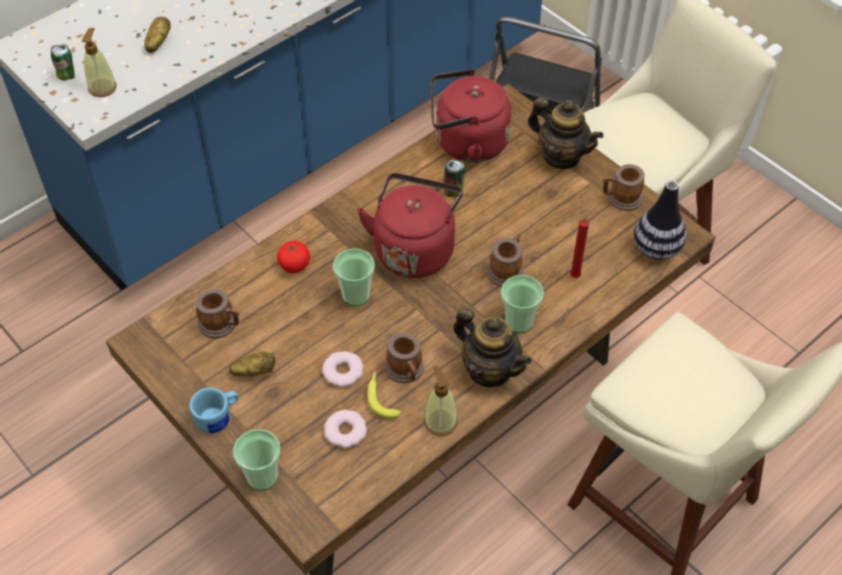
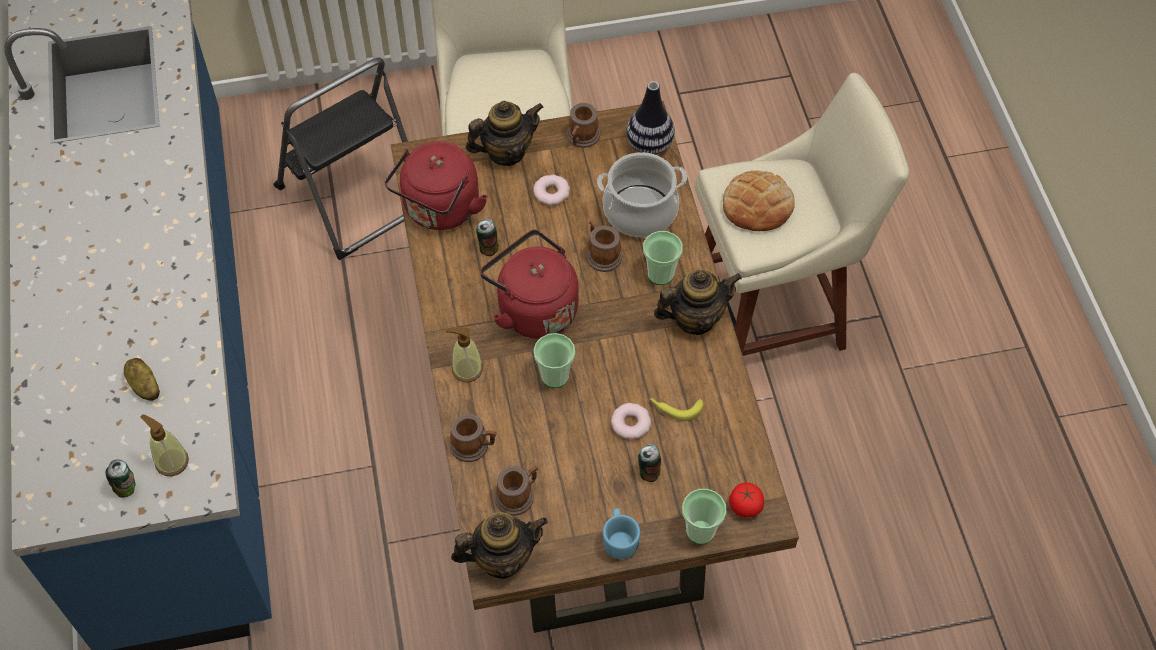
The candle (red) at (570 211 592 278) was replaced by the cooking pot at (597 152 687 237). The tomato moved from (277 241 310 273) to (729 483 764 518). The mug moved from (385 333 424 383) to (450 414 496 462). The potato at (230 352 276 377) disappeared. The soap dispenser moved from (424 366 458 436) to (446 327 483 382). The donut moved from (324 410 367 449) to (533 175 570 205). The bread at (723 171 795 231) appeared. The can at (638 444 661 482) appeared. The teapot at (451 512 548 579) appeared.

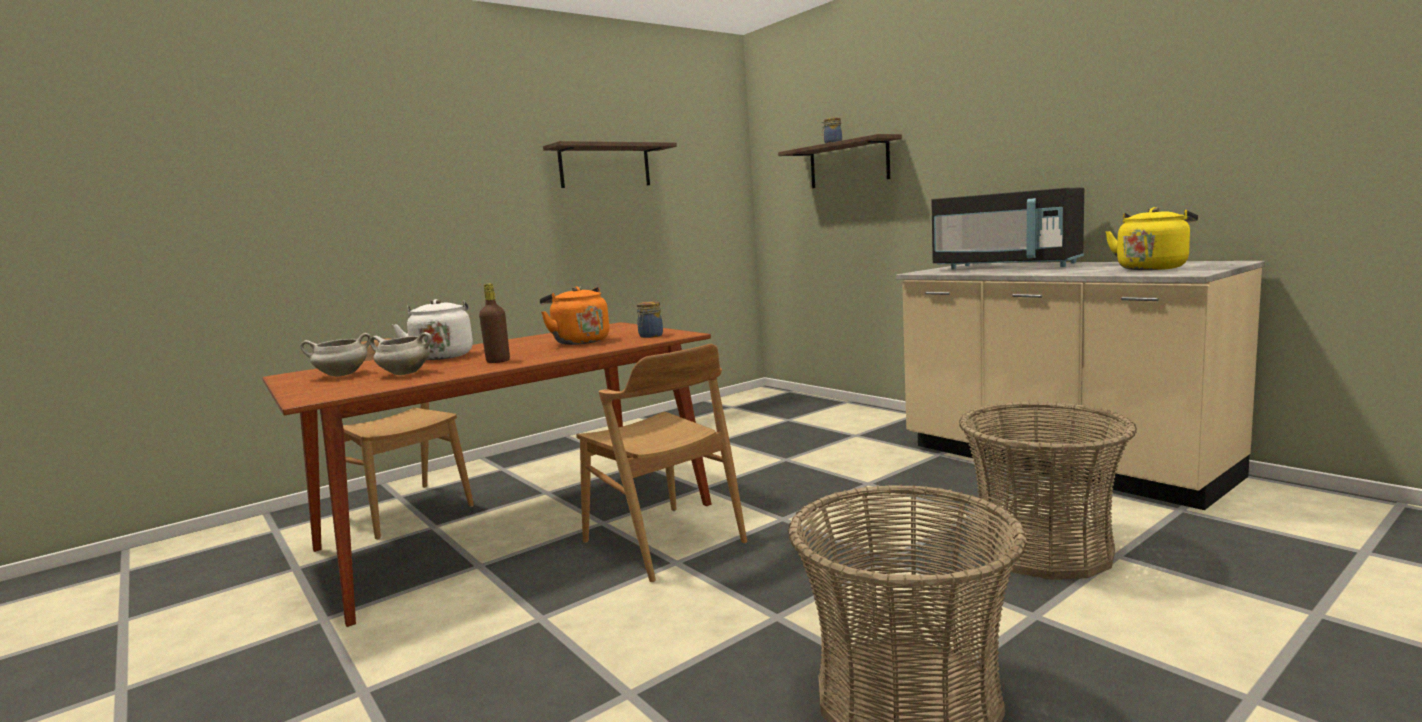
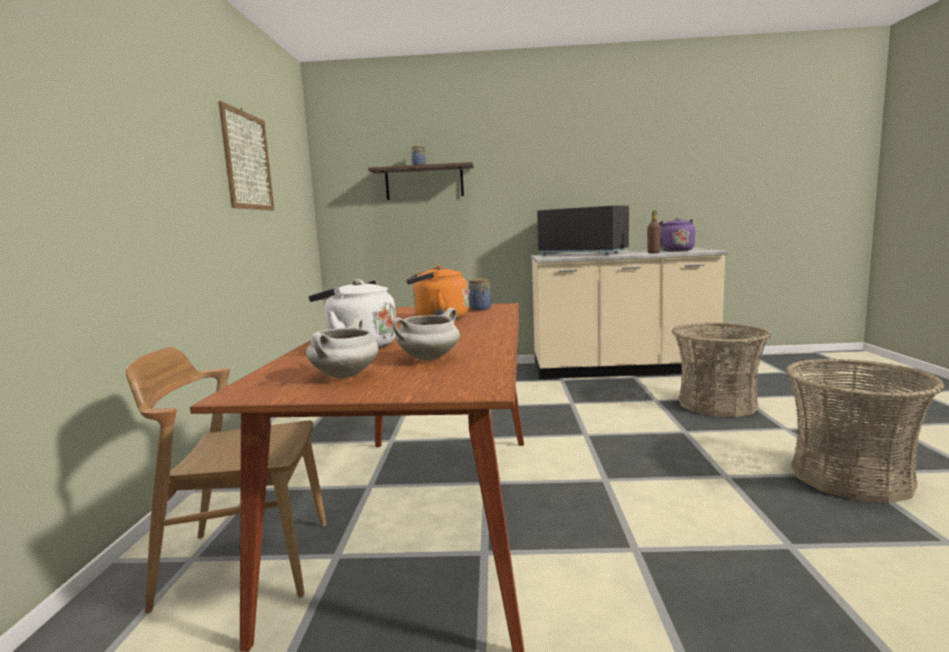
The shelf at (543 141 677 188) was replaced by the picture at (218 101 275 211). The microwave (black) at (931 187 1084 269) turned 135 degrees counterclockwise. The kettle (yellow) at (1105 207 1198 270) became the kettle (purple) at (659 218 695 251). The bottle (brown) moved from (479 283 510 363) to (648 210 661 253). The chair (brown) at (576 344 747 582) disappeared.

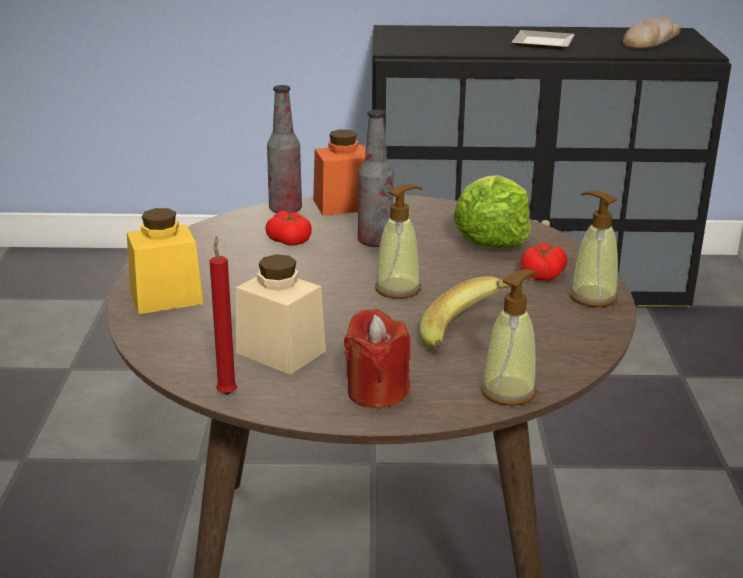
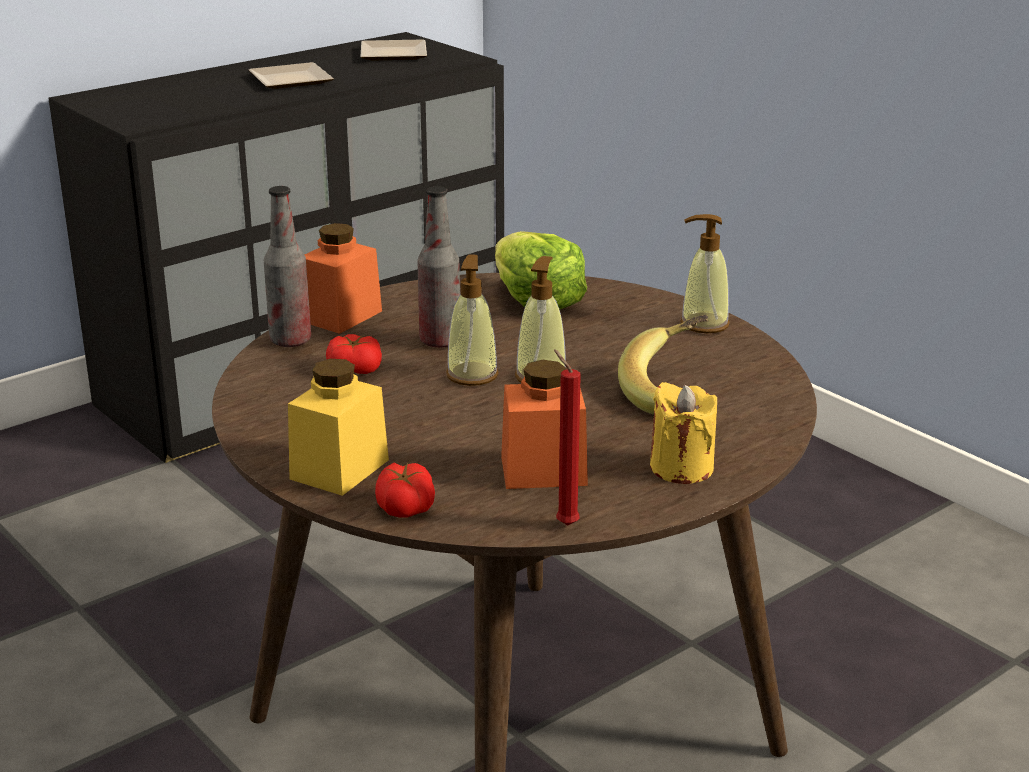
The bread at (623 16 680 49) was replaced by the plate at (361 39 427 61). The tomato moved from (521 242 567 281) to (375 463 435 518). The jar (beige) at (236 254 326 375) became the jar (orange) at (501 360 588 489). The soap dispenser moved from (481 269 539 406) to (446 254 499 386). The candle (red) at (344 309 411 408) became the candle (yellow) at (650 382 717 484).

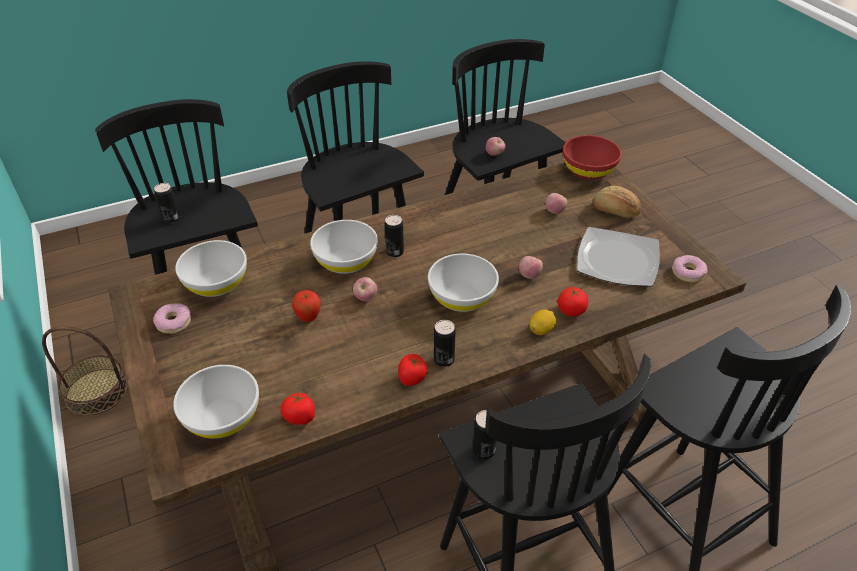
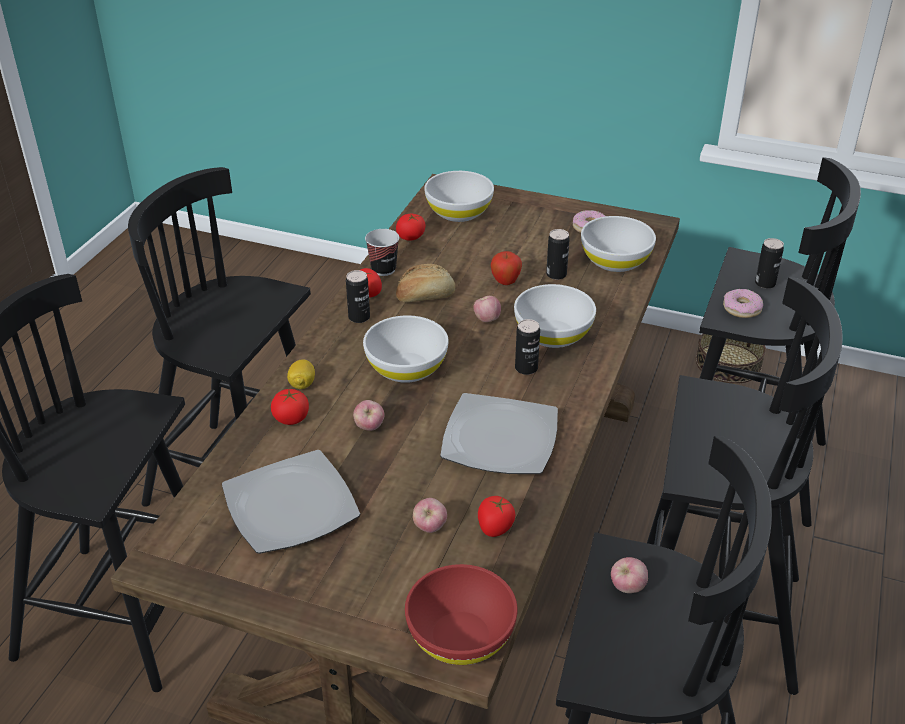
The bread moved from (593 186 641 217) to (396 264 455 302). The donut moved from (672 255 707 283) to (723 289 763 318). The can moved from (473 410 497 460) to (546 229 570 280). The cup at (365 229 399 276) appeared. The plate at (440 393 558 474) appeared. The tomato at (478 496 516 537) appeared.

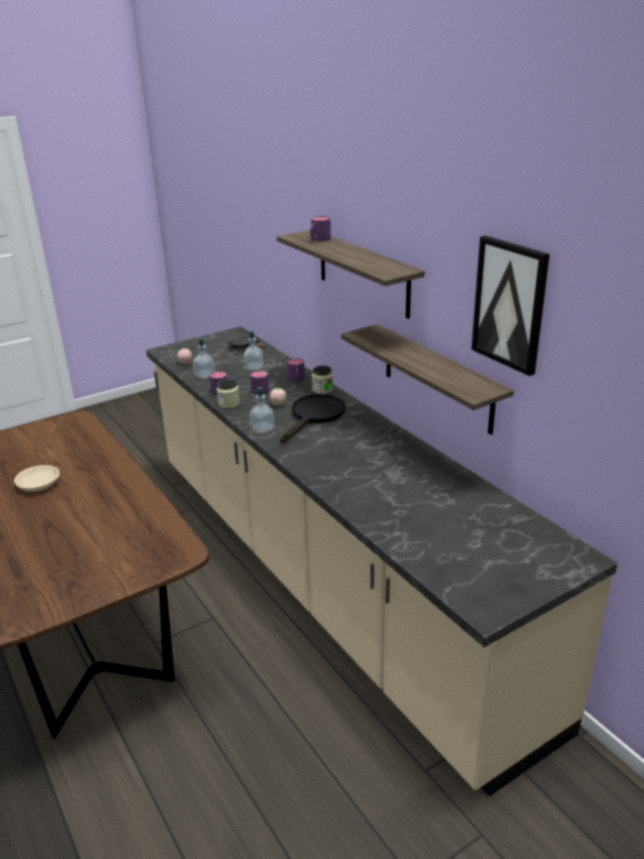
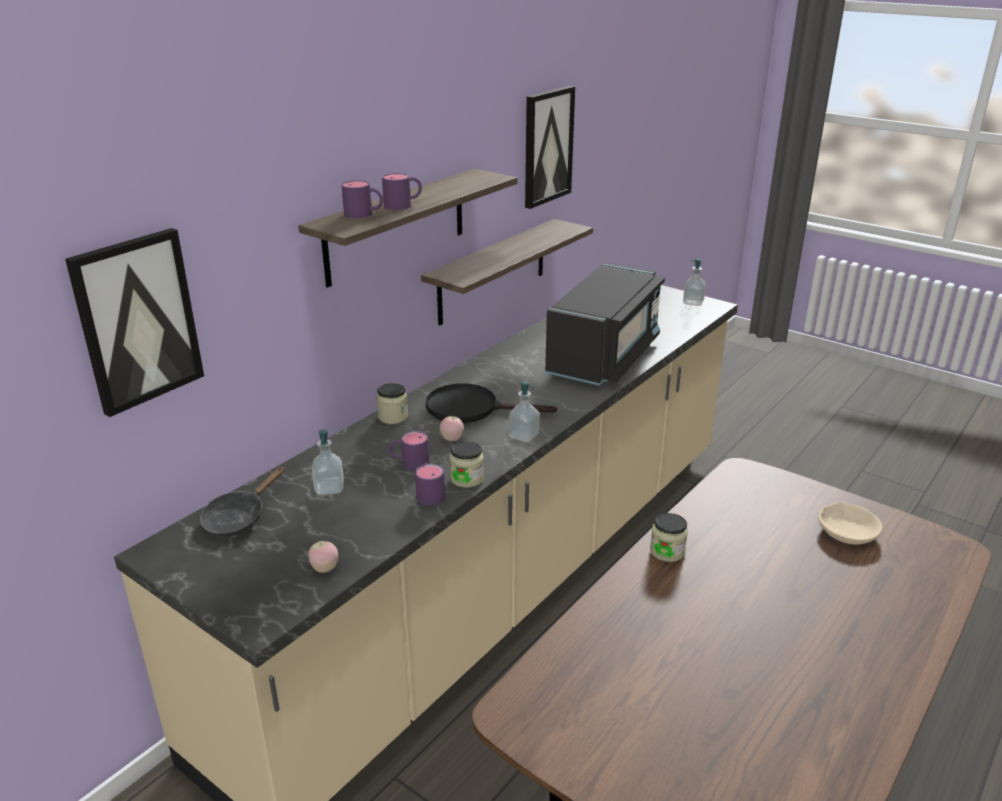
The soap dispenser moved from (193 338 215 379) to (683 259 706 306). The mug (purple) moved from (287 358 305 382) to (382 173 422 210). The bowl (beige) moved from (14 465 60 492) to (818 502 882 544). The picture at (65 228 204 417) appeared. The microwave (black) at (545 263 665 386) appeared. The jar at (650 513 688 562) appeared.

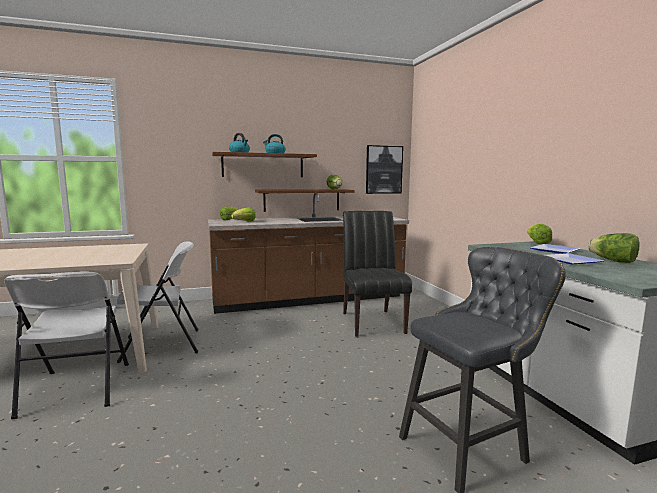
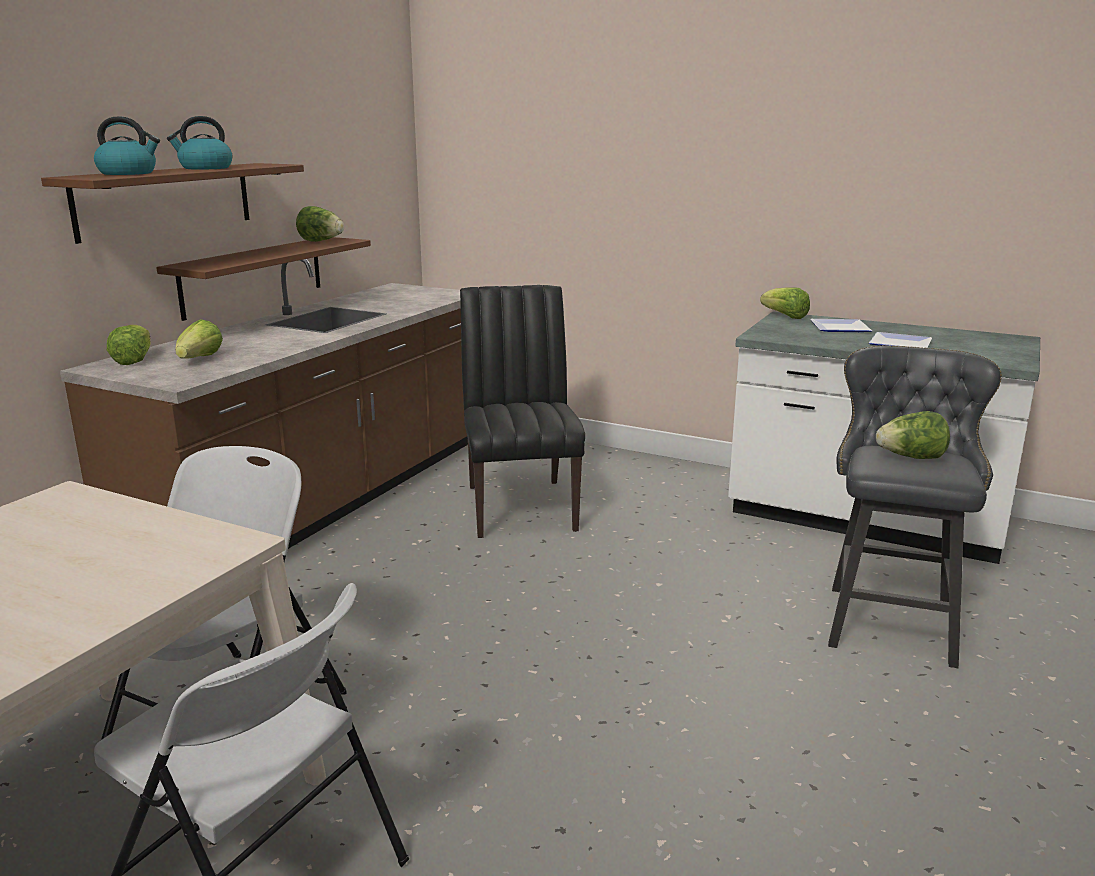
The picture at (366 145 403 194) disappeared. The chair (black) at (343 211 412 337) turned 45 degrees clockwise. The lettuce moved from (588 233 640 263) to (876 411 950 459).

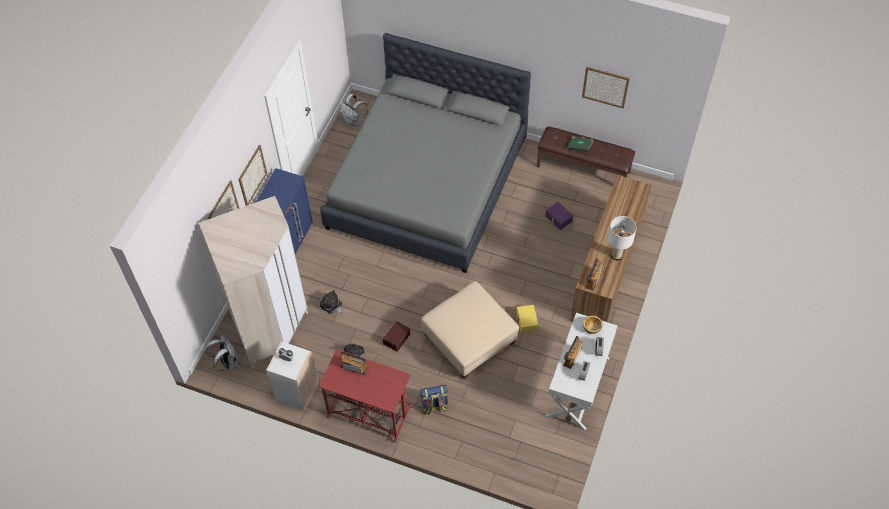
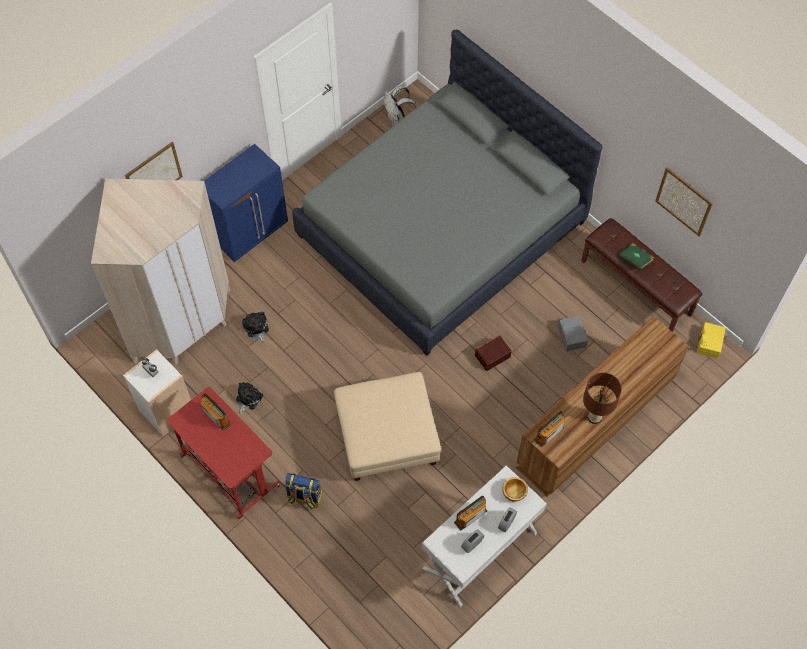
The picture at (238 145 267 206) disappeared. The storage box (purple) at (545 202 573 230) became the storage box (grey) at (558 316 588 351). The table lamp (white) at (608 216 637 260) became the table lamp (brown) at (583 372 622 424). The storage box (yellow) moved from (516 305 538 333) to (697 322 726 358). The storage box (brown) moved from (382 321 410 352) to (475 335 512 371). The backpack (white) at (206 335 238 371) disappeared.

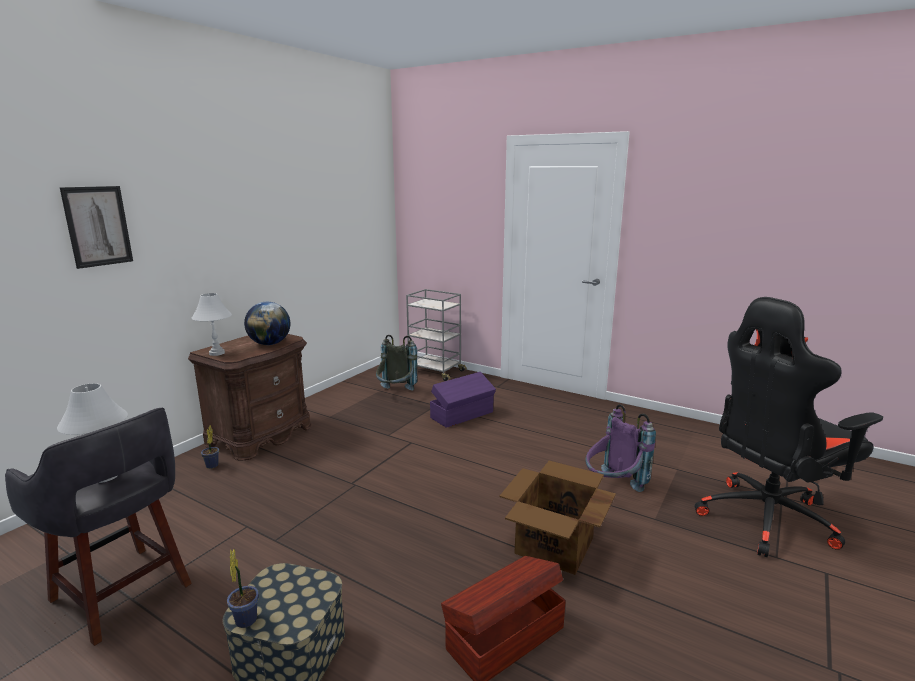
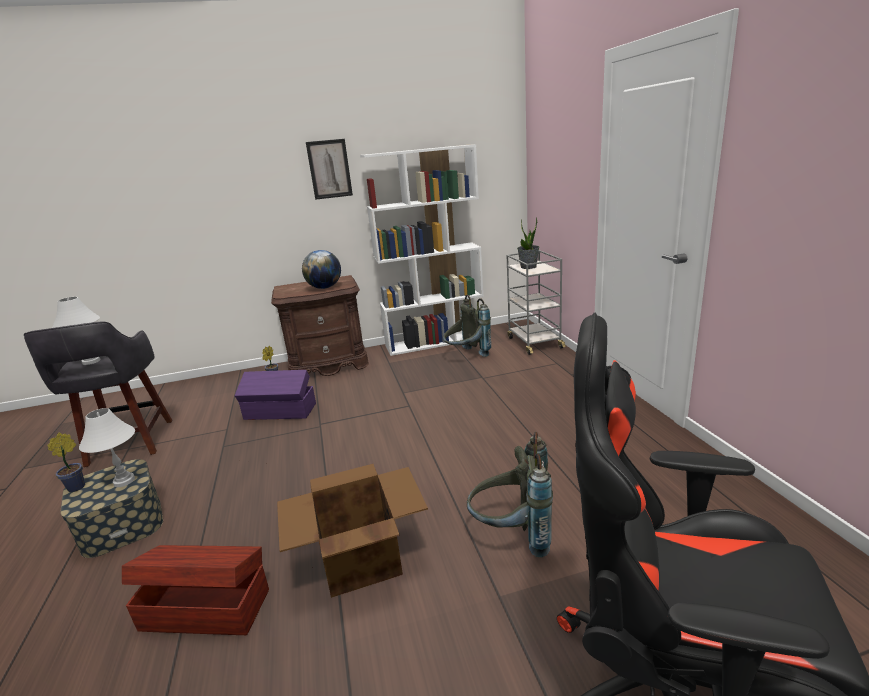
The picture moved from (60 186 133 269) to (306 139 353 200). The table lamp (white) moved from (192 293 232 356) to (79 408 135 487). The storage box (purple) moved from (430 372 496 428) to (235 370 316 420). The backpack (purple) at (585 404 656 492) became the backpack (grey) at (467 432 553 557). The bookcase (white) at (360 144 484 356) appeared. The potted plant at (517 217 540 269) appeared.

